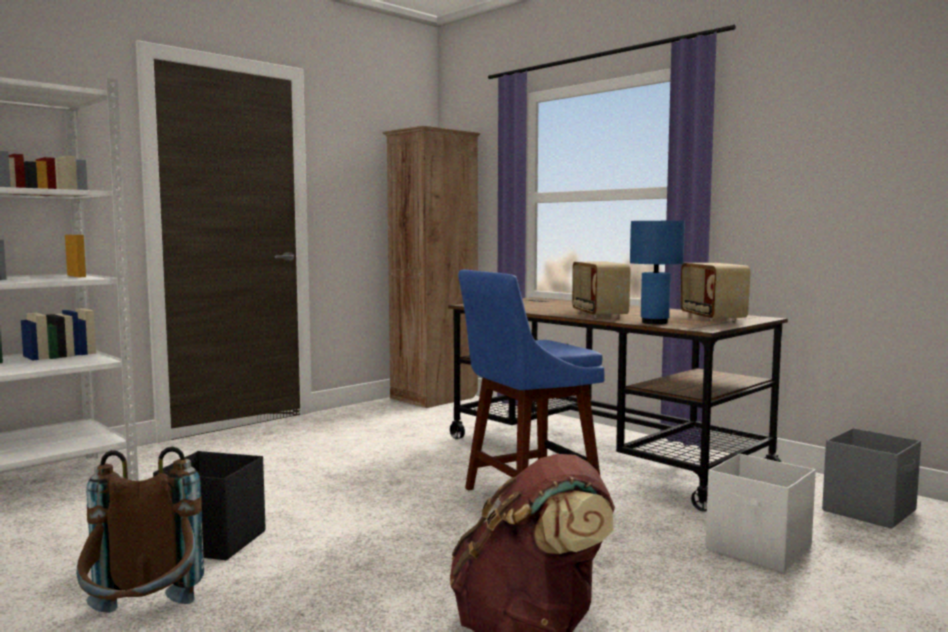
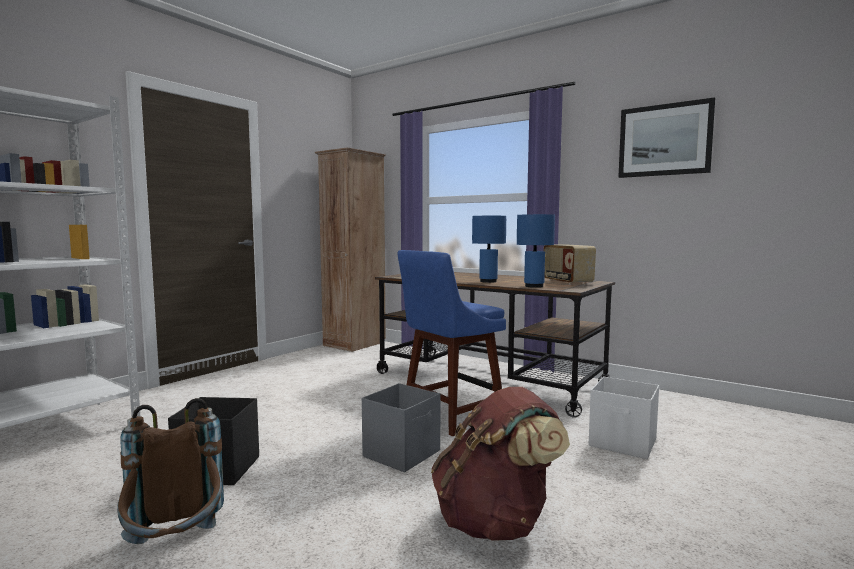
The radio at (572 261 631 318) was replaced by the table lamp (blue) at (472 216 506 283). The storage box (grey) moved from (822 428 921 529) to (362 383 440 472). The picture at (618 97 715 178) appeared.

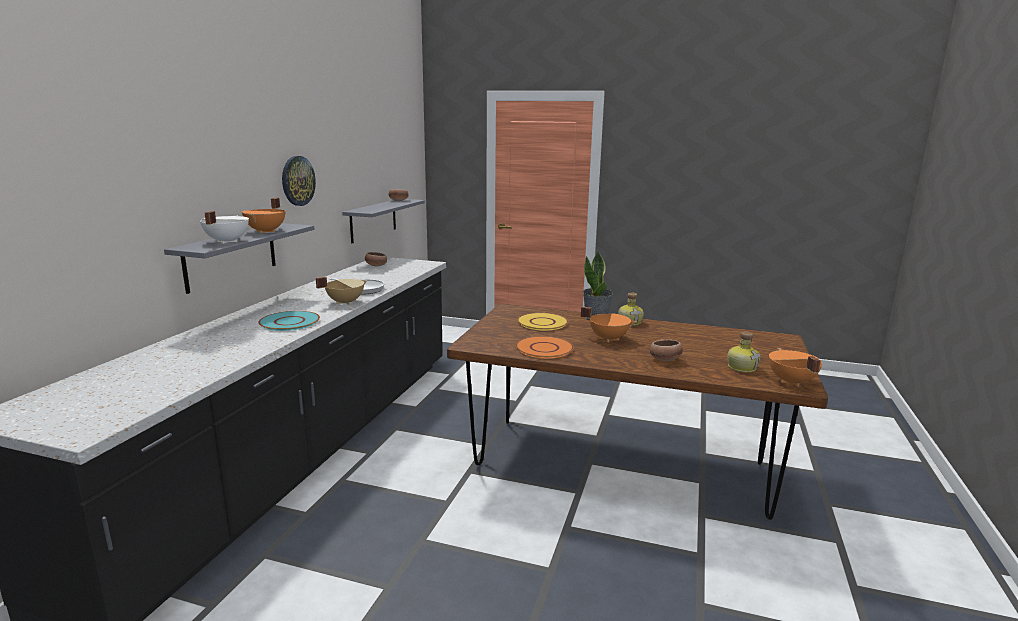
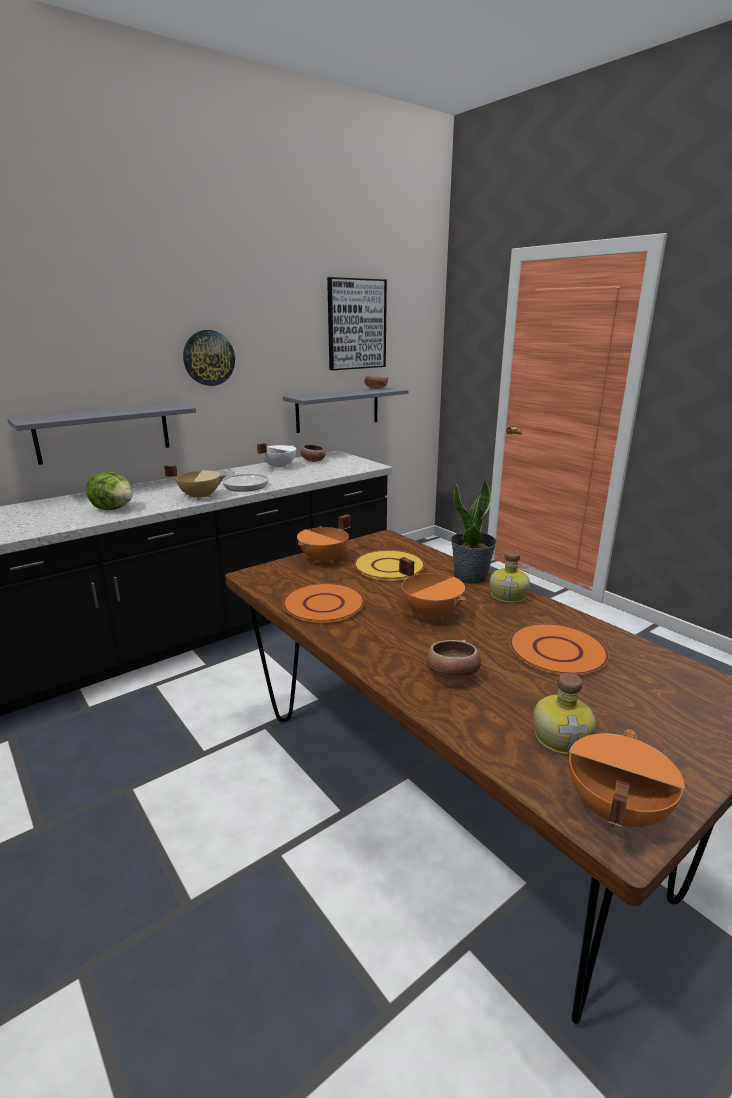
The cooking pot (orange) moved from (242 198 285 233) to (297 514 351 563). The cooking pot (white) moved from (200 211 249 244) to (257 443 297 469). The plate (turquoise) at (258 311 320 331) was replaced by the lettuce at (86 472 133 510). The picture at (327 277 387 370) appeared. The plate (orange) at (509 623 609 676) appeared.

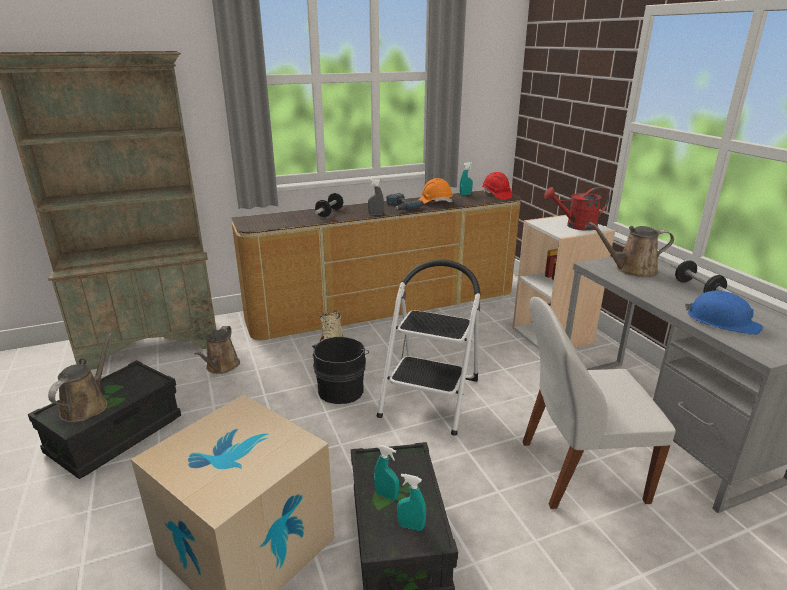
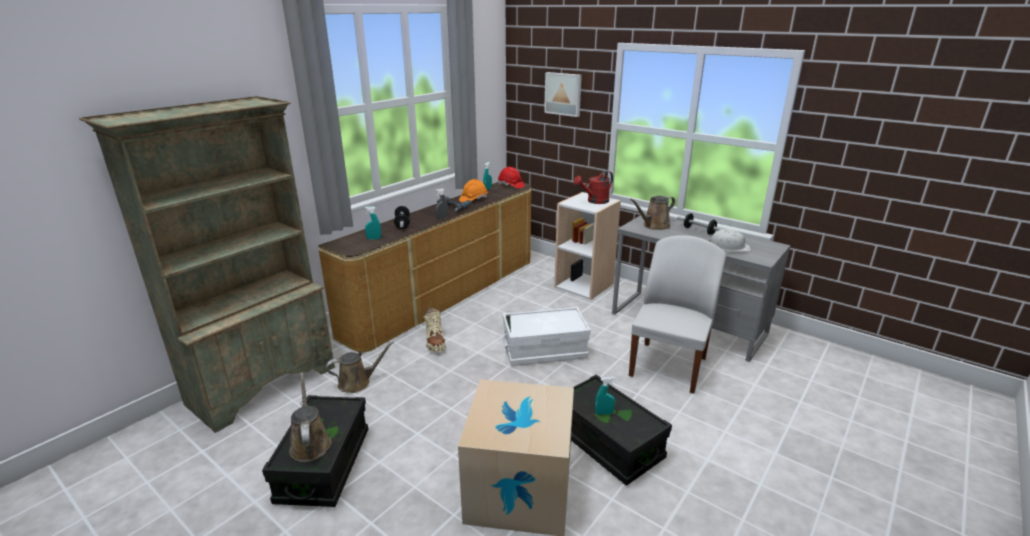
The step ladder at (377 260 480 436) was replaced by the storage box (white) at (503 307 591 366). The hard hat (blue) at (685 290 763 335) became the hard hat (white) at (708 229 751 252). The chair (white) at (523 297 676 509) turned 150 degrees clockwise. The watering can (brown) at (194 326 240 374) turned 90 degrees counterclockwise. The bucket (black) at (312 337 369 404) disappeared. The spray bottle (turquoise) moved from (397 474 426 531) to (365 206 381 240). The picture at (544 72 582 117) appeared.

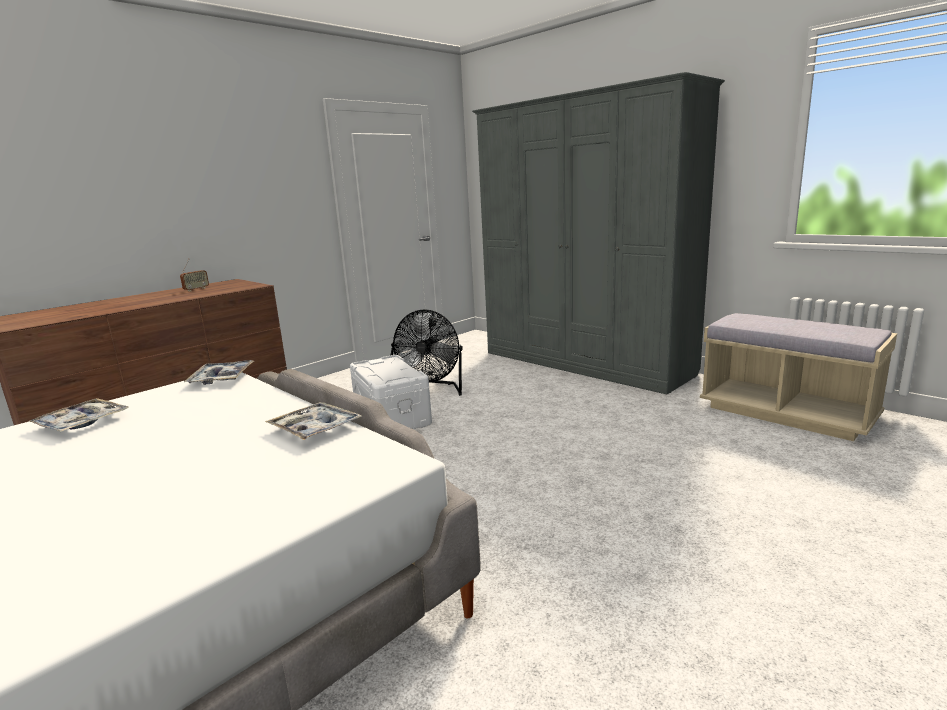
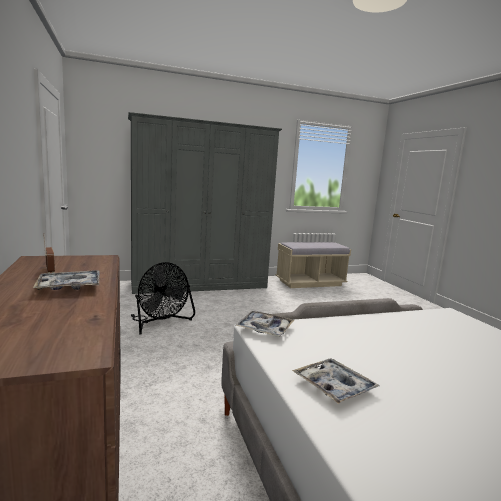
The storage box (white) at (350 355 432 429) disappeared. The tray moved from (265 402 362 440) to (33 270 99 290).

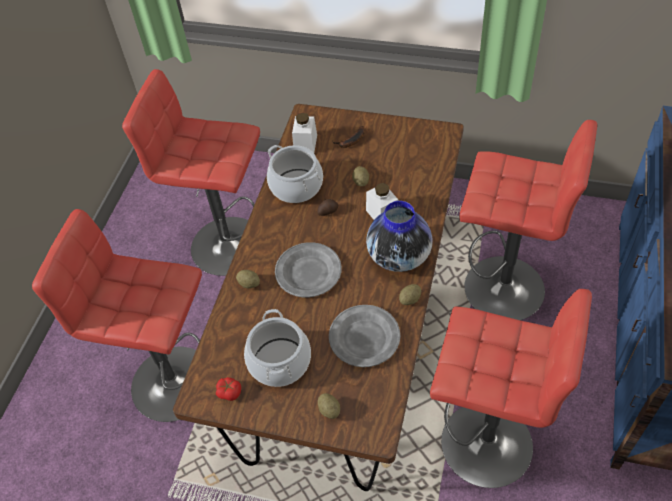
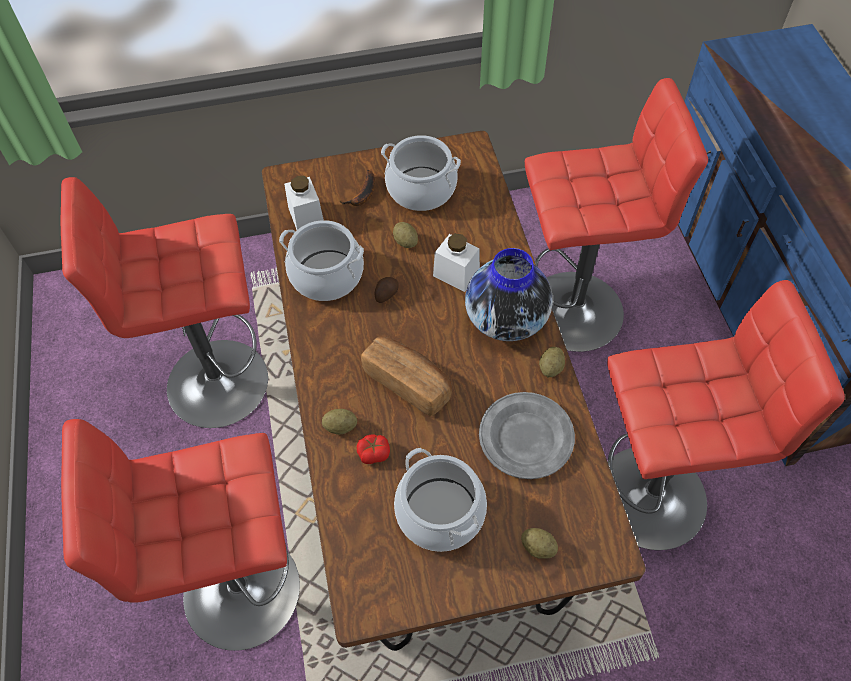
The plate (grey) at (275 242 342 297) was replaced by the bread at (361 336 452 416). The tomato moved from (216 377 241 401) to (357 434 390 464). The cooking pot at (381 135 461 211) appeared.

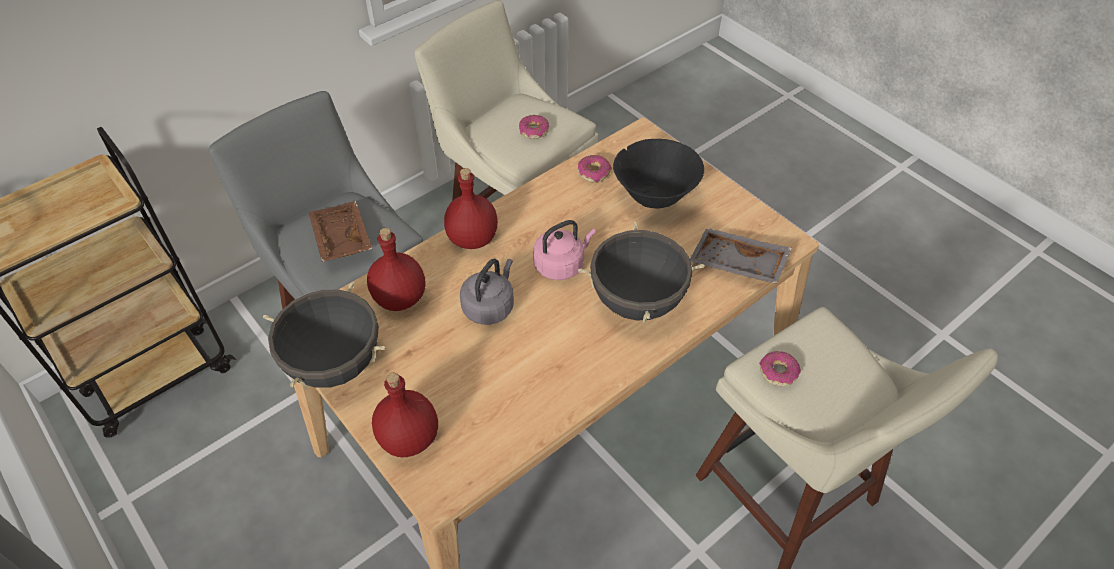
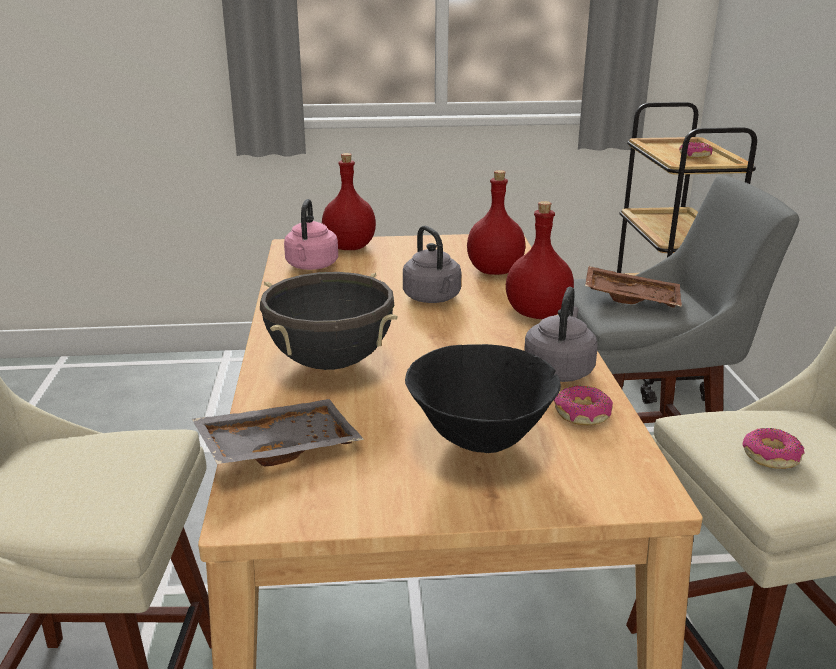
The kettle (pink) moved from (533 220 596 280) to (284 199 338 270). The cooking pot (black) at (263 282 386 389) disappeared. The donut moved from (759 351 801 386) to (679 142 713 159). The kettle (grey) at (524 287 598 382) appeared.

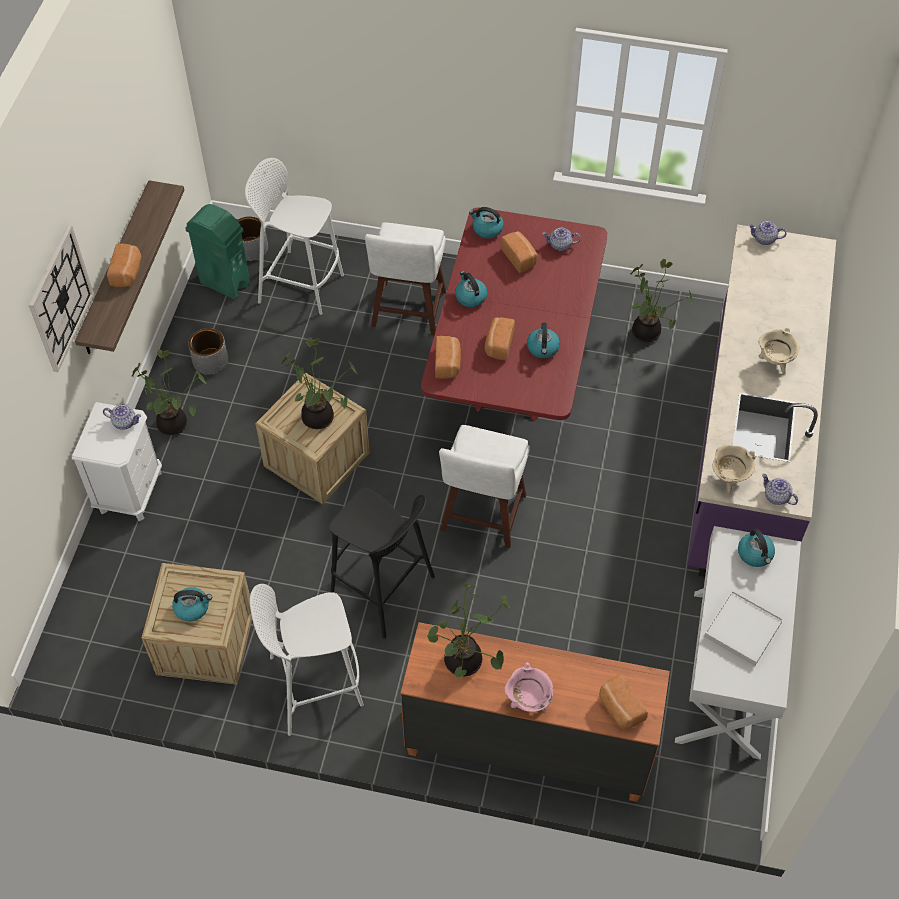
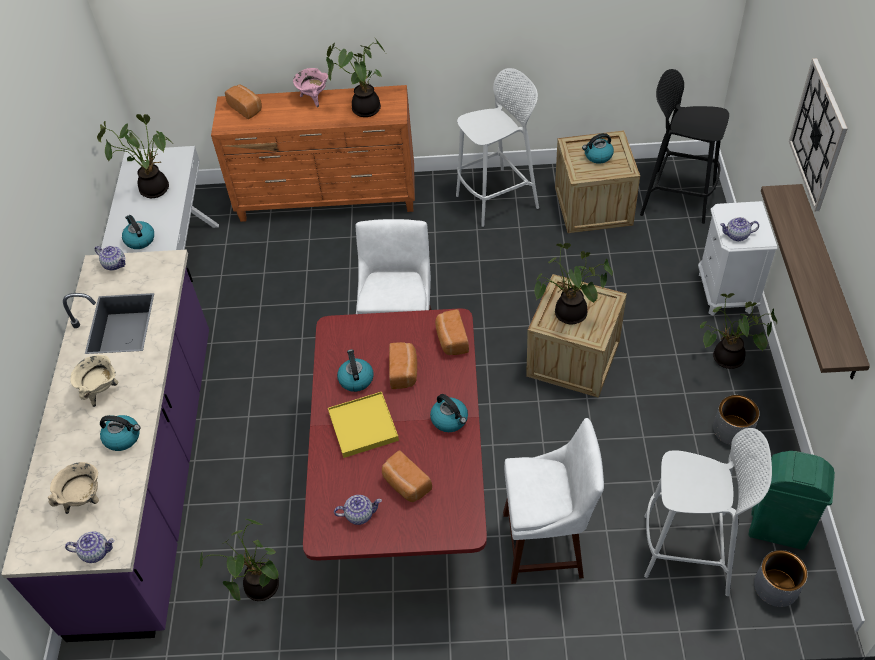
The kettle moved from (469 207 504 239) to (100 415 140 451). The chair (white) at (365 222 446 335) turned 90 degrees clockwise. The bread at (107 243 141 287) disappeared. The cooking pot (beige) moved from (712 445 755 494) to (48 462 99 514). The stool (black) moved from (329 488 435 639) to (640 69 729 224). The tray (white) at (704 591 783 666) was replaced by the potted plant at (97 114 172 198). The tray (yellow) at (328 392 399 458) appeared.

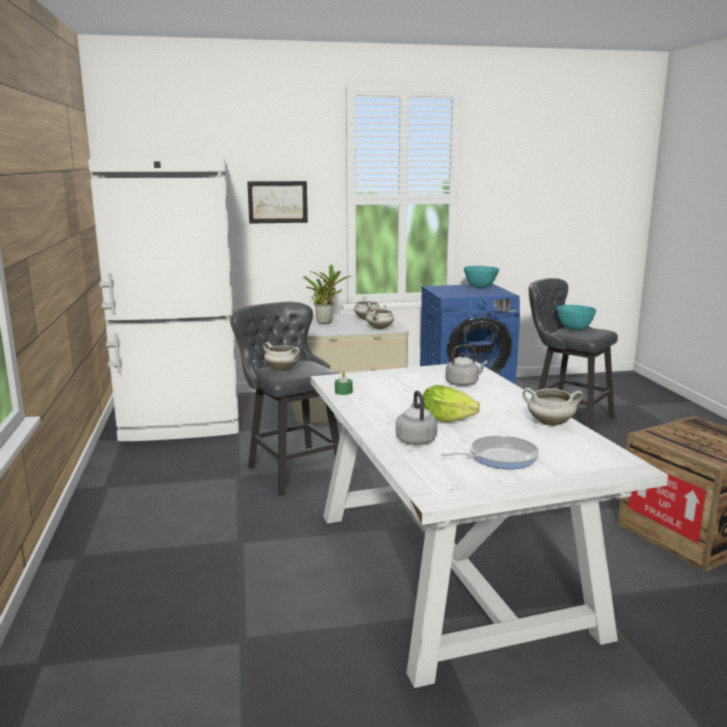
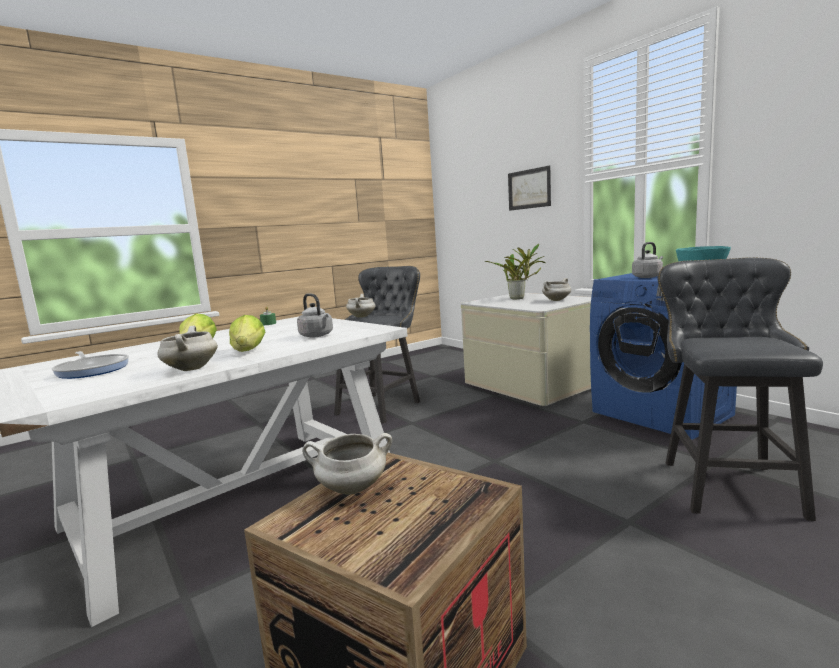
The fridge (white) at (88 159 239 441) disappeared. The cooking pot (white) moved from (366 305 394 329) to (302 433 392 495). The bowl (turquoise) at (557 305 597 330) disappeared. The kettle (grey) moved from (396 390 437 445) to (632 242 663 278). The lettuce at (229 315 265 352) appeared.

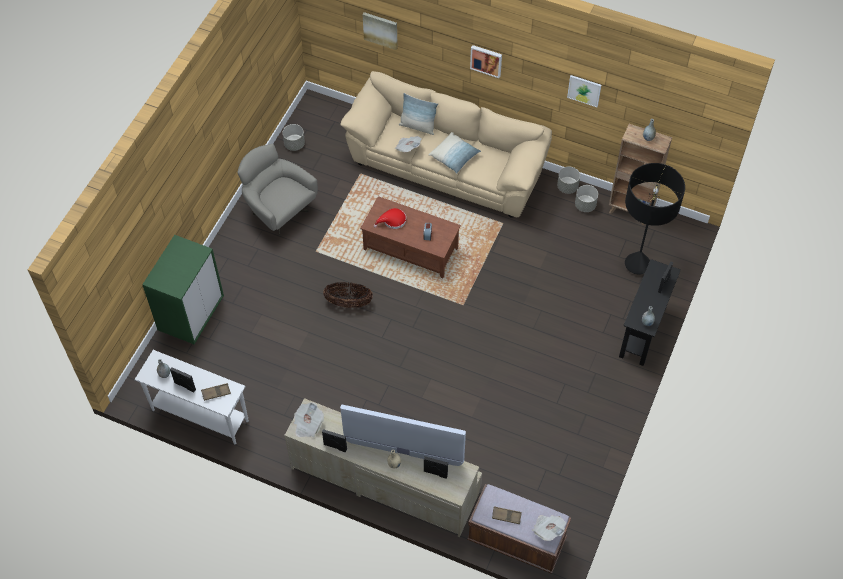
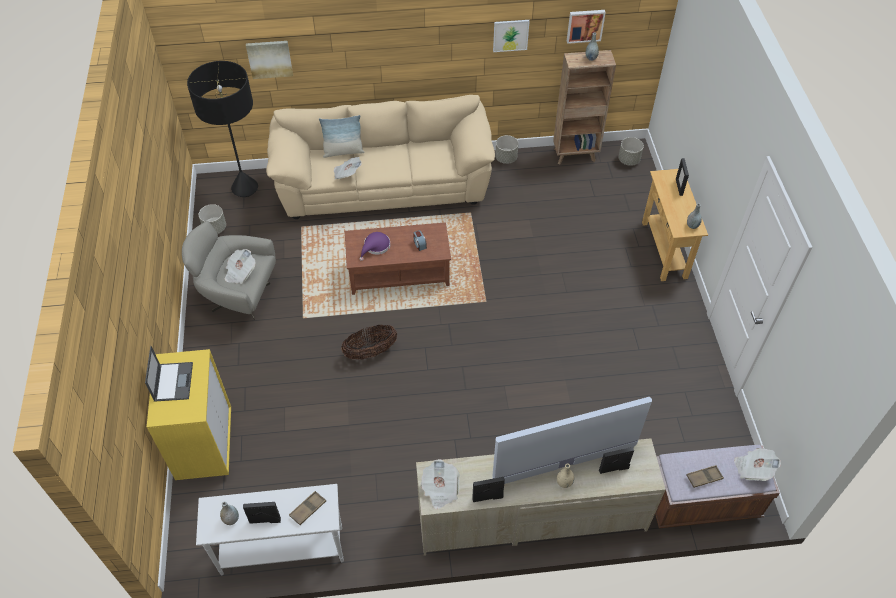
The picture moved from (470 45 502 78) to (567 10 606 44). The pillow at (428 132 481 174) disappeared. The floor lamp (black) moved from (625 163 685 274) to (187 61 258 197). The planter (grey) moved from (575 185 598 212) to (618 137 644 166). The hat (red) at (374 208 406 229) became the hat (purple) at (360 232 390 261). The cabinet (green) at (142 235 224 344) became the cabinet (yellow) at (147 349 231 480). The console table (black) at (619 259 681 366) became the console table (beige) at (642 169 708 281). The newspaper at (225 249 255 284) appeared. The laptop at (145 346 193 402) appeared.

